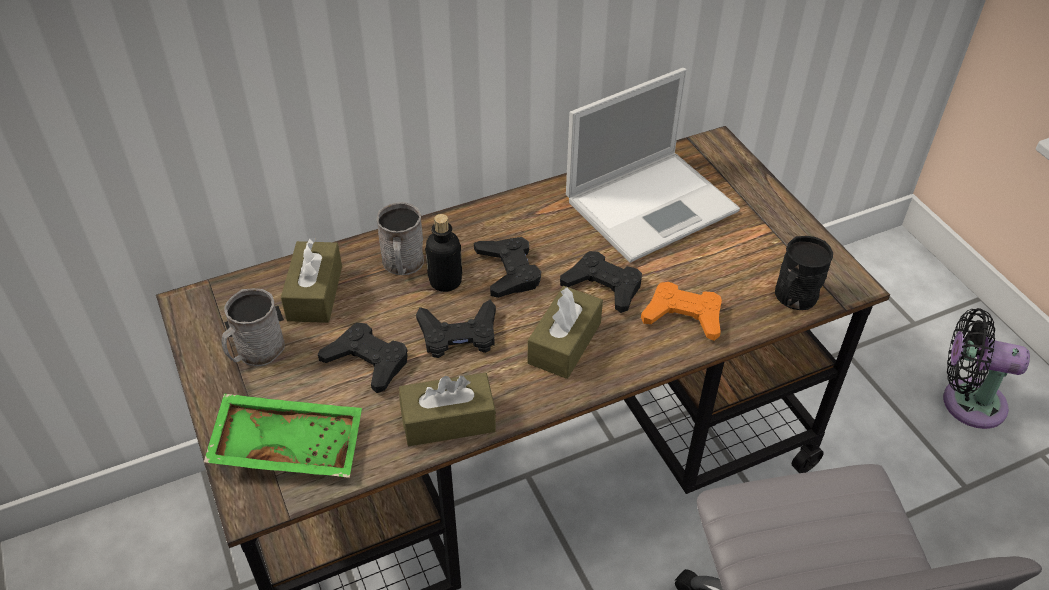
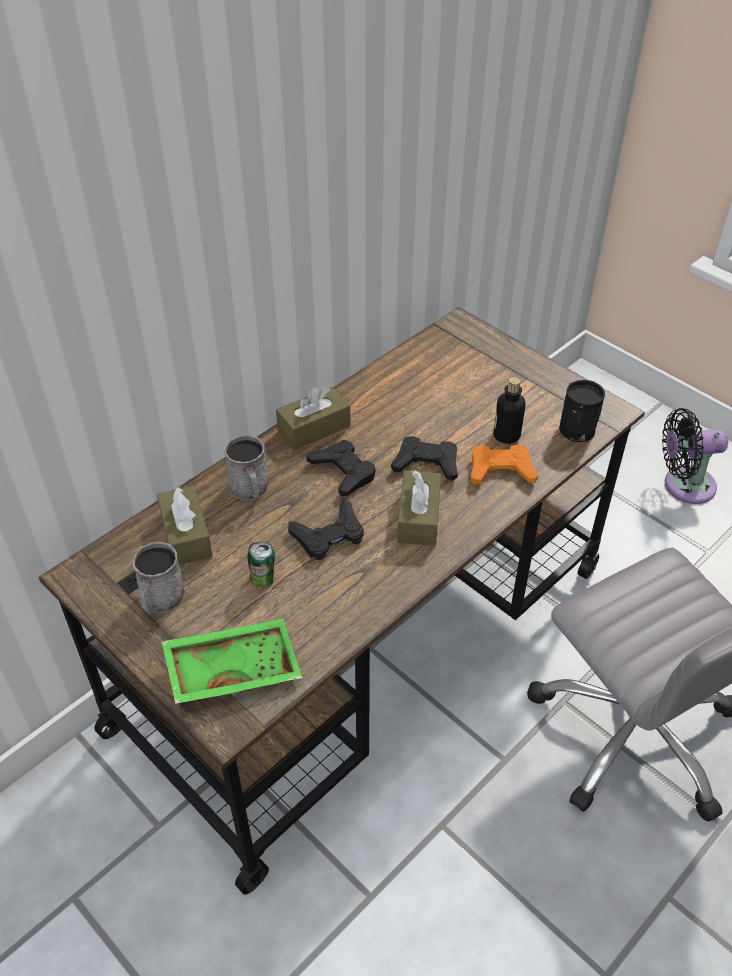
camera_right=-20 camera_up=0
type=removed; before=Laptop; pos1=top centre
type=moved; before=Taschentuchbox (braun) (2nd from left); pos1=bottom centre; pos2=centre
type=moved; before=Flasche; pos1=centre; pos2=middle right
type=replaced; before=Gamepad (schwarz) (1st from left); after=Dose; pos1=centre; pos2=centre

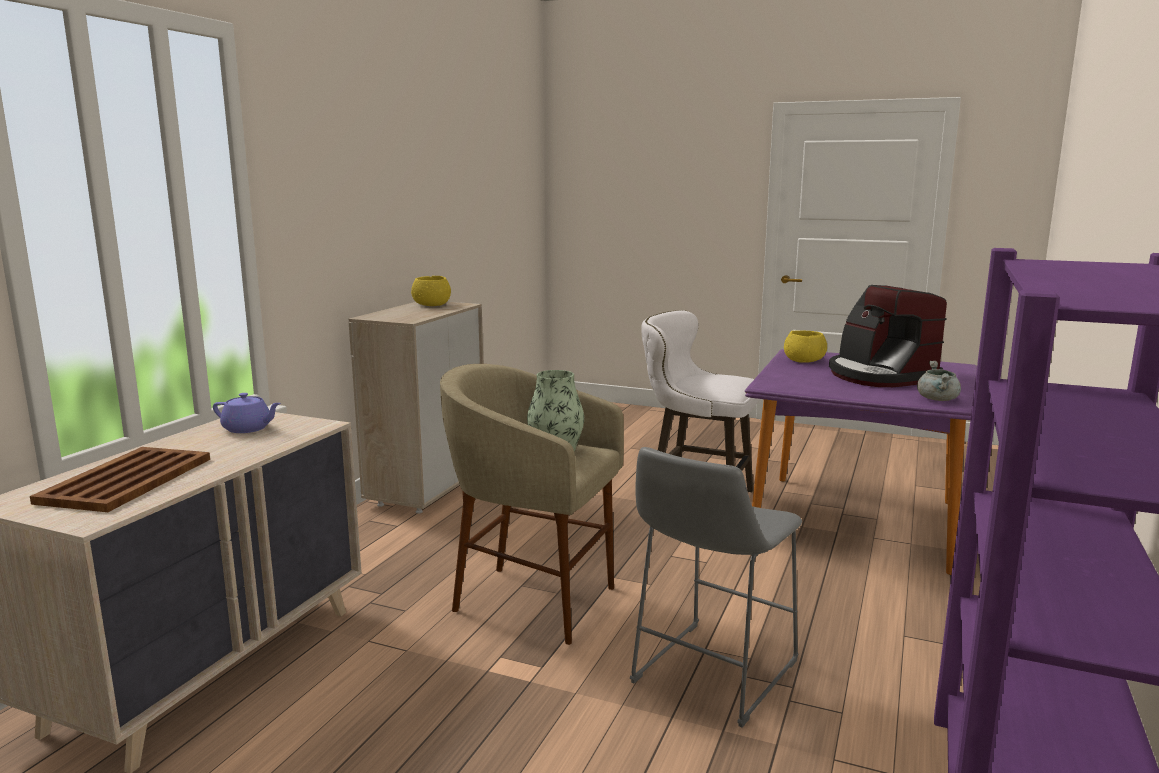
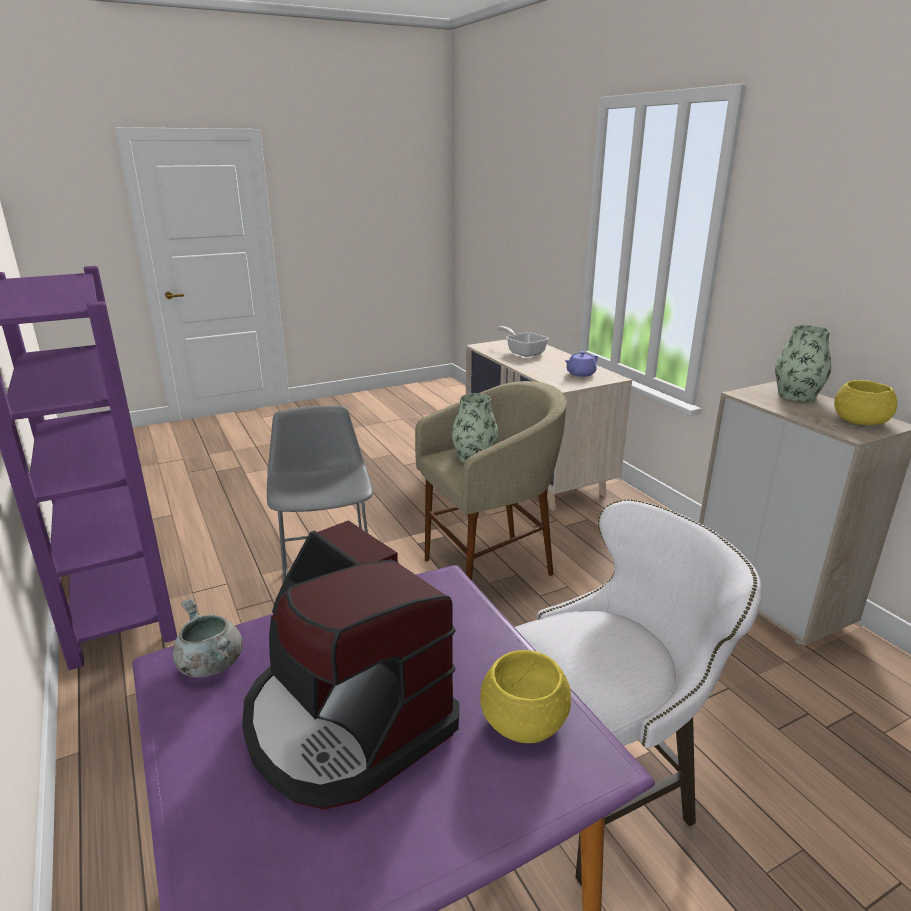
camera_right=130 camera_up=10
type=added; after=Vase (2nd from left); pos2=middle right
type=replaced; before=Tablett (braun); after=Pfanne; pos1=middle left; pos2=centre
type=turned; before=Kaffeemaschine; pos1=middle right; pos2=bottom centre; turn=-150

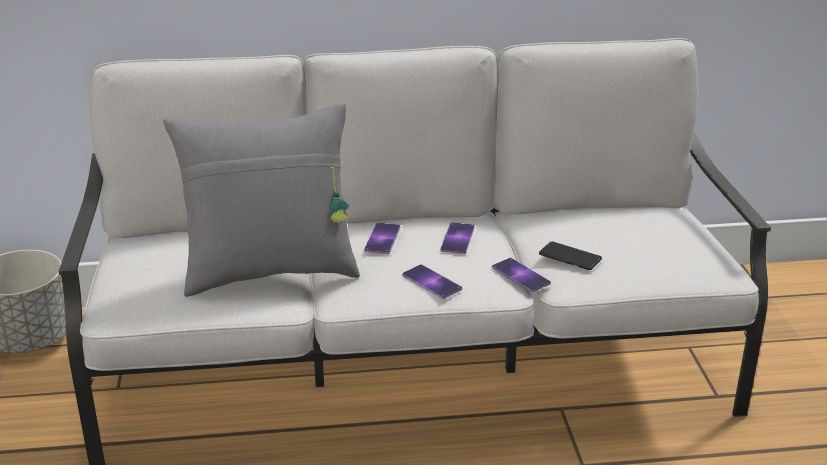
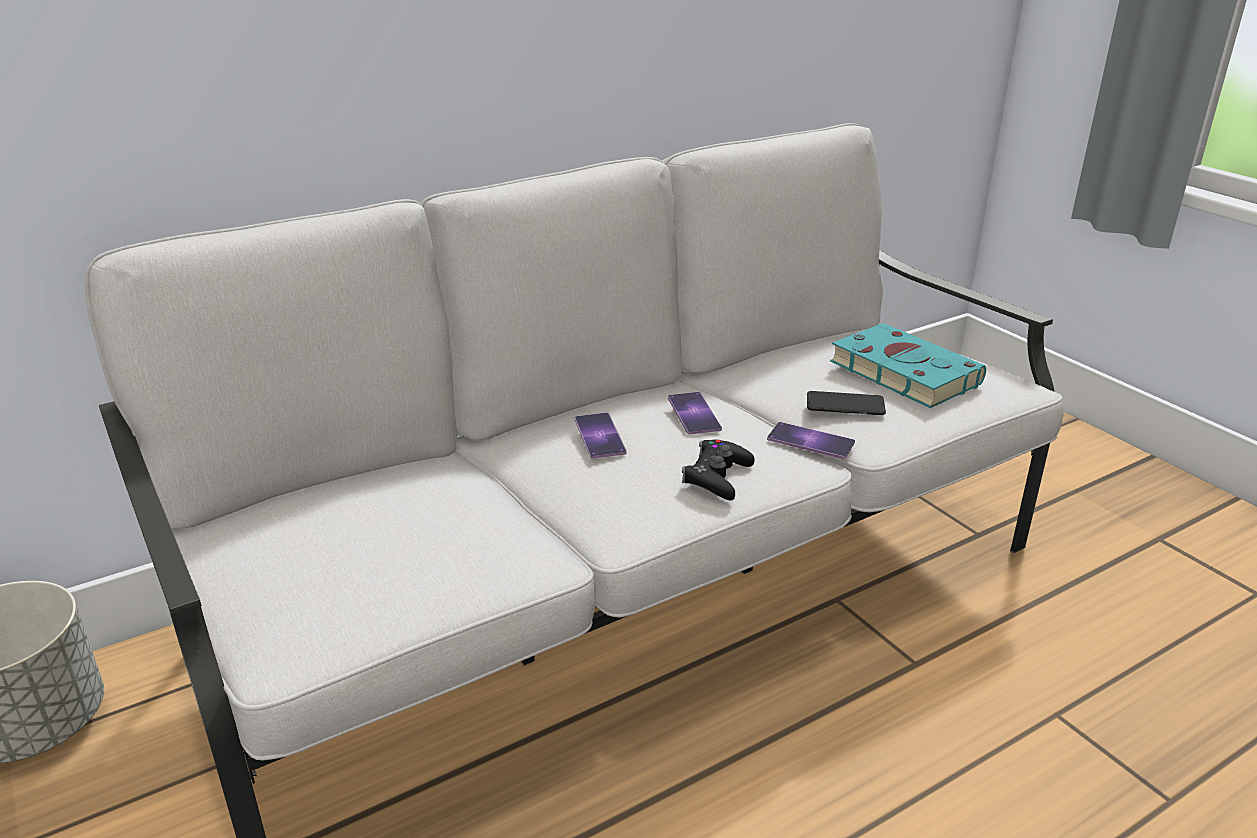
camera_right=-25 camera_up=0
type=removed; before=Kissen (grau); pos1=middle left
type=added; after=Buch (türkis); pos2=middle right
type=replaced; before=Handy (2nd from left); after=Gamepad (schwarz); pos1=centre; pos2=centre

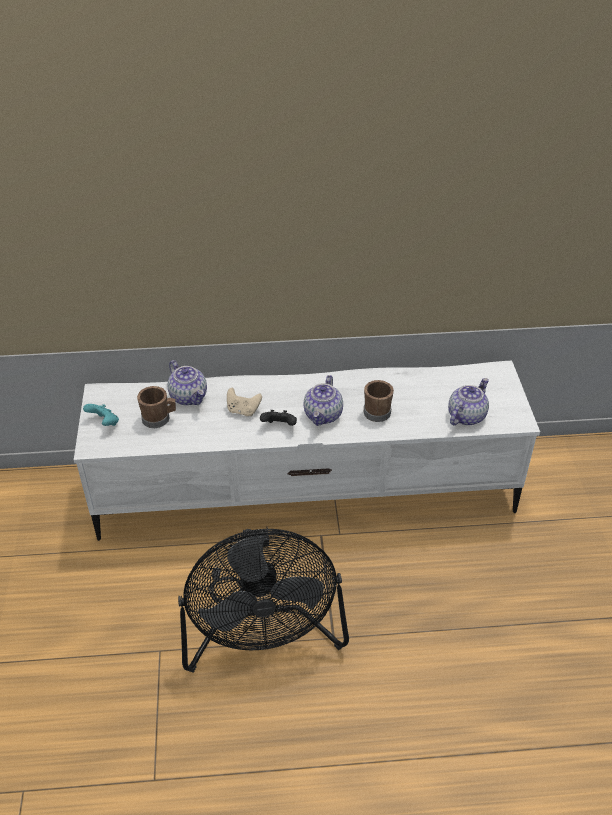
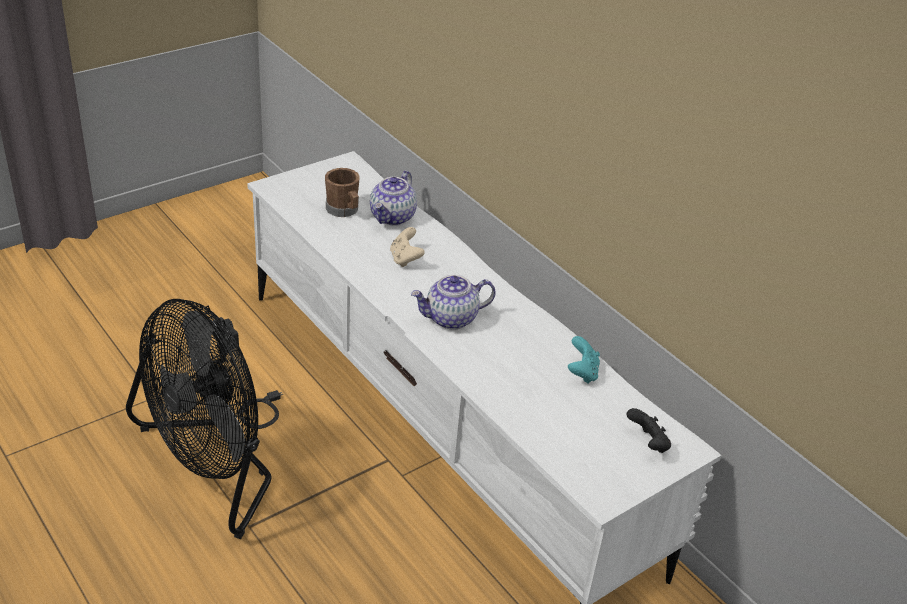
camera_right=55 camera_up=-5
type=removed; before=Henkelbecher (braun) (2nd from left); pos1=centre
type=removed; before=Teekanne (3rd from left); pos1=middle right
type=moved; before=Gamepad (türkis); pos1=middle left; pos2=centre
type=moved; before=Gamepad (schwarz); pos1=centre; pos2=bottom right

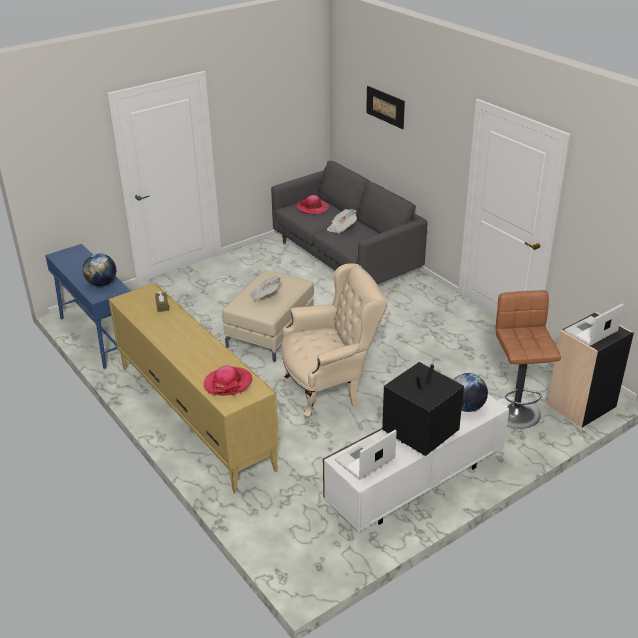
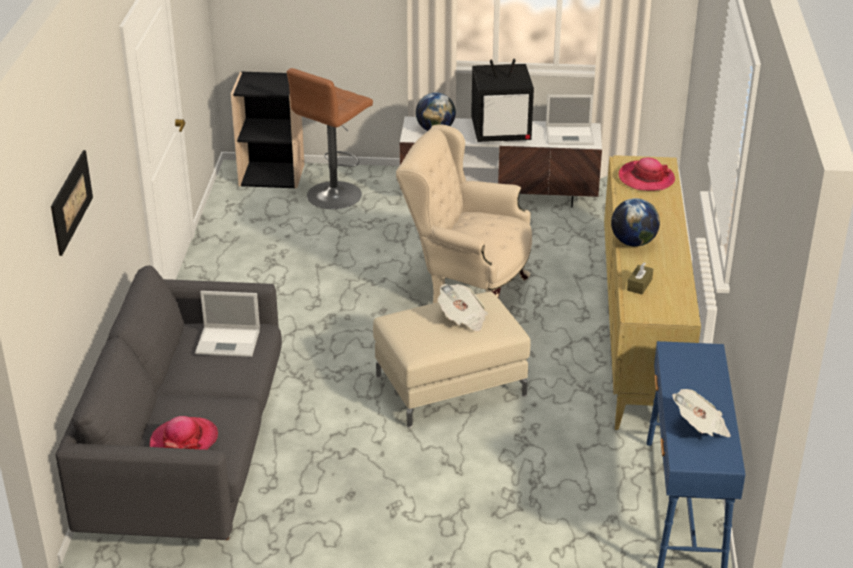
camera_right=-140 camera_up=0
type=moved; before=Globus (1st from left in the first image); after=Globus (2nd from left); pos1=middle left; pos2=middle right
type=moved; before=Zeitung (2nd from left); pos1=centre; pos2=bottom right
type=moved; before=Laptop (2nd from left in the first image); after=Laptop (1st from left); pos1=middle right; pos2=middle left

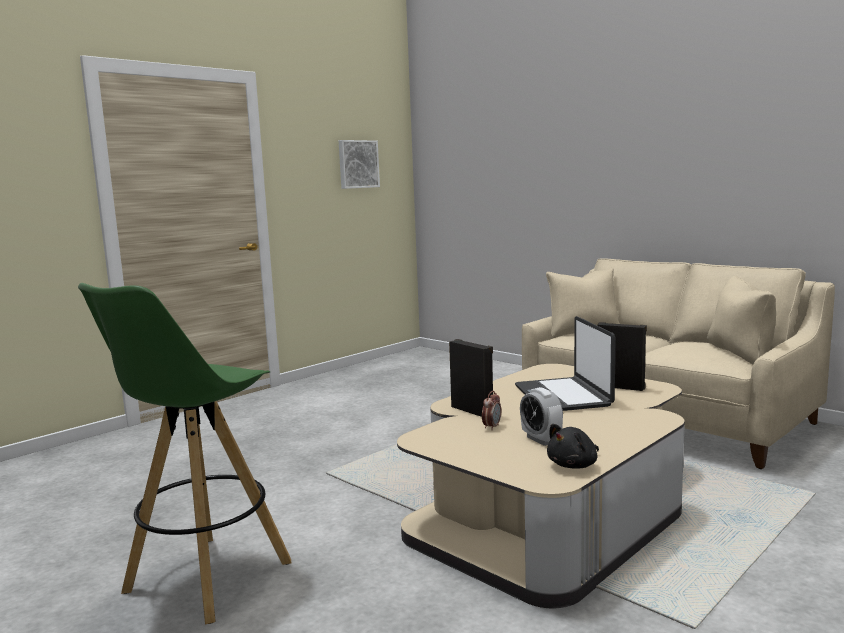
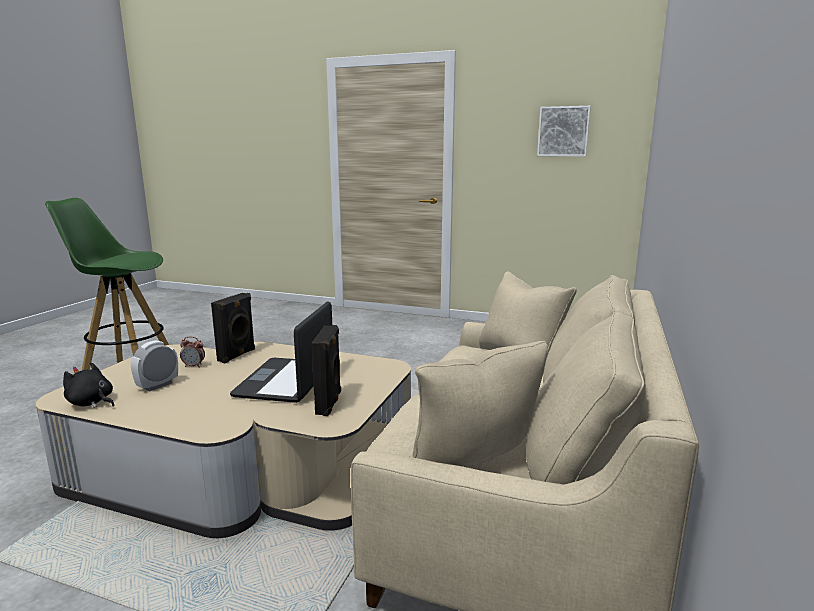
camera_right=65 camera_up=5
type=turned; before=Laptop; pos1=middle right; pos2=centre; turn=-45

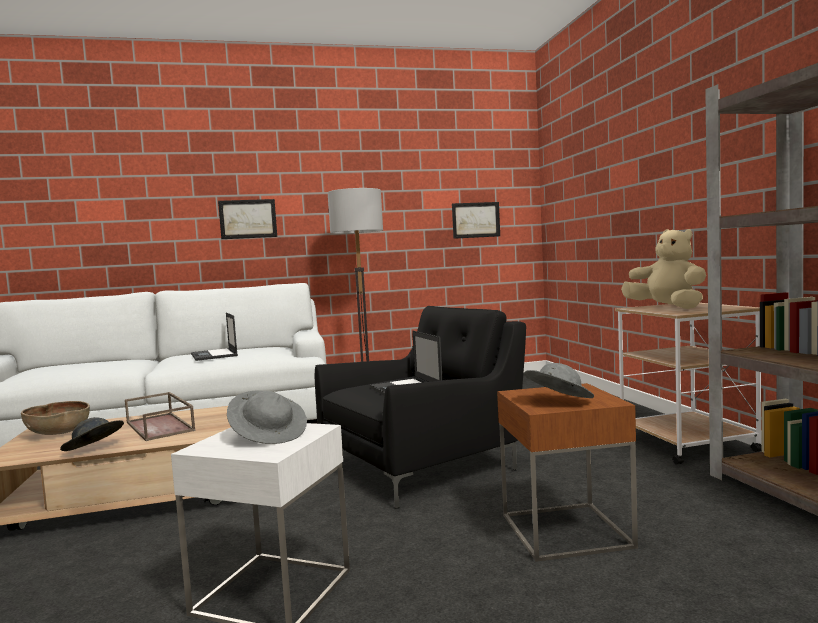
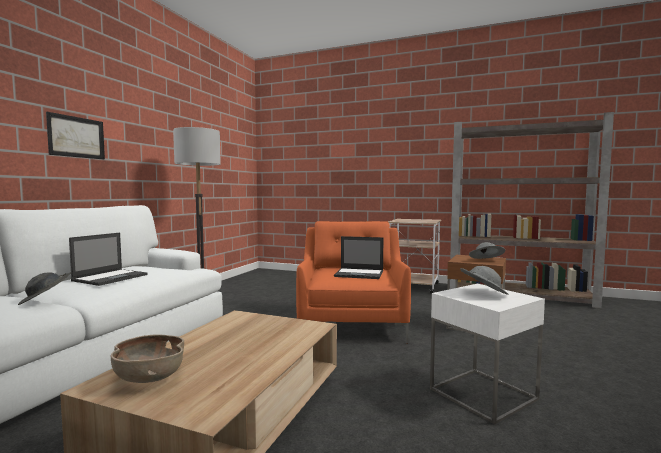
camera_right=-55 camera_up=0
type=removed; before=Tablett (braun); pos1=bottom left
type=removed; before=Bild (2nd from left); pos1=centre
type=removed; before=Plüschtier (beige); pos1=middle right
type=moved; before=Hut (grau) (1st from left); pos1=bottom left; pos2=middle left
type=recoloured; before=Sessel (schwarz); after=Sessel (orange); pos1=centre; pos2=centre
type=turned; before=Laptop (1st from left); pos1=middle left; pos2=middle left; turn=-75

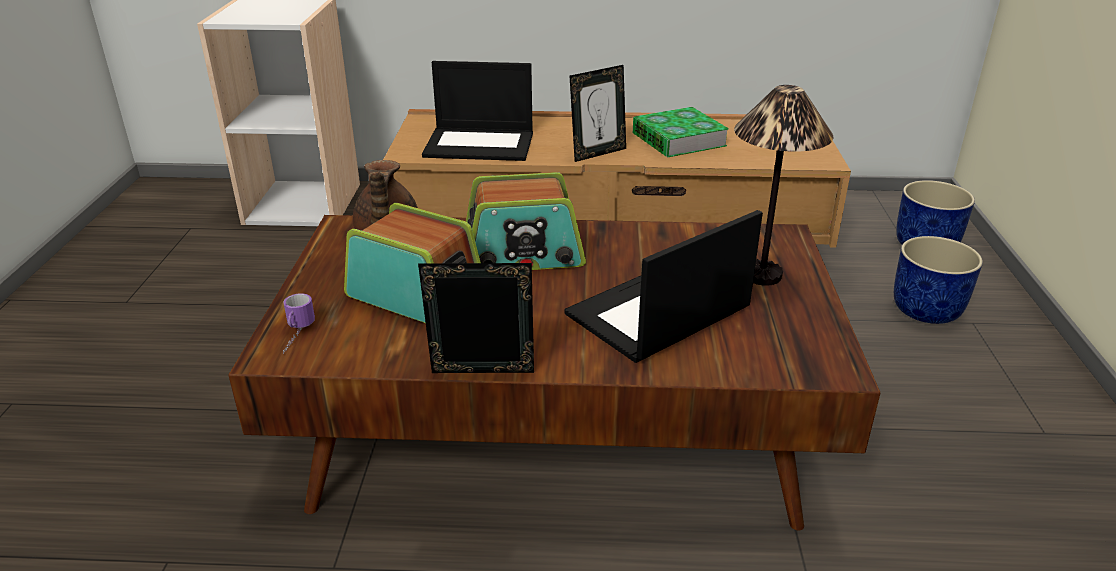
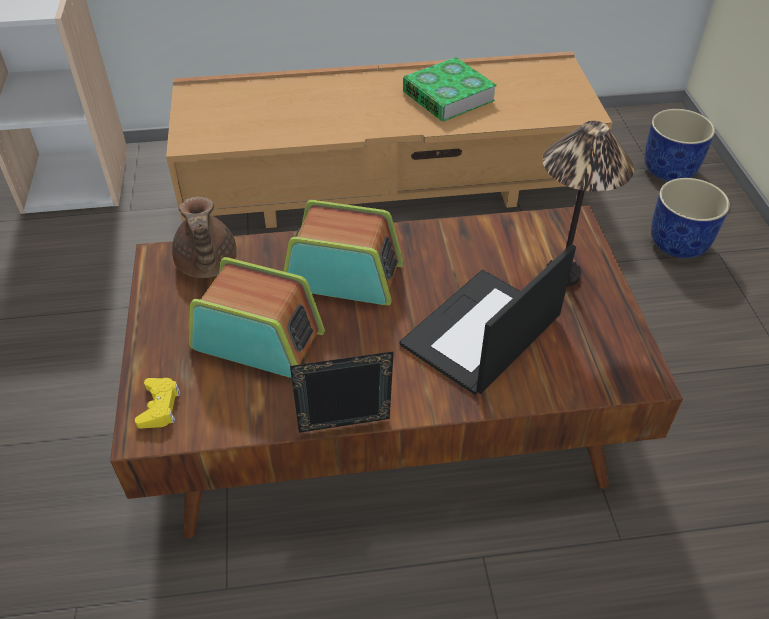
camera_right=-10 camera_up=15
type=removed; before=Laptop (1st from left); pos1=top centre
type=removed; before=Bilderrahmen (2nd from left); pos1=top centre
type=replaced; before=Henkelbecher; after=Gamepad (gelb); pos1=middle left; pos2=middle left
type=turned; before=Radio (2nd from left); pos1=centre; pos2=centre; turn=-150

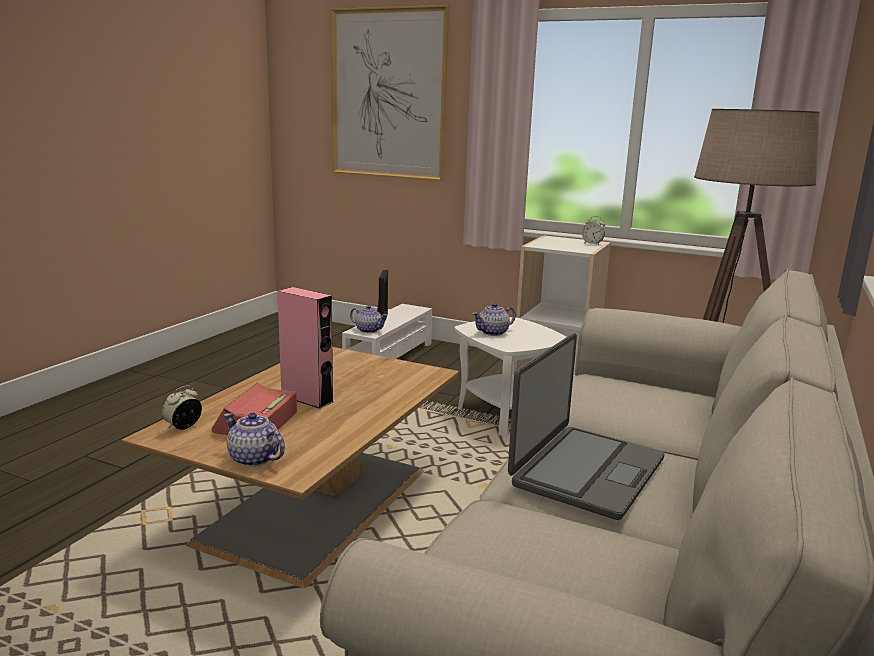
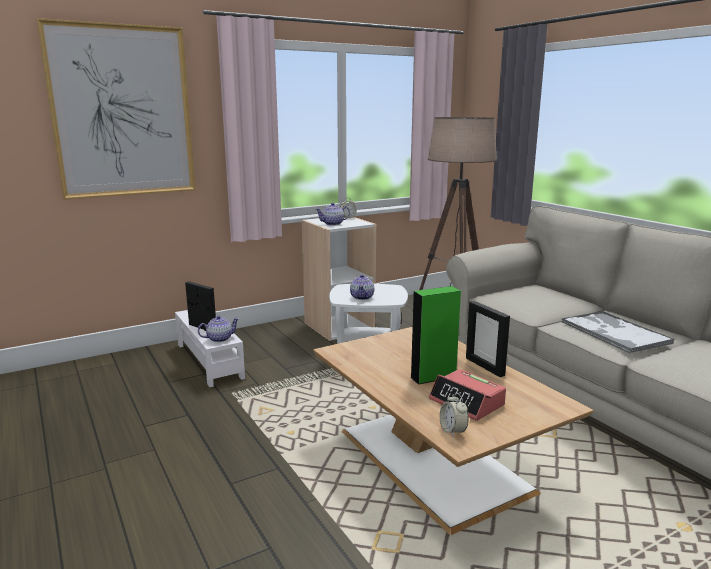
camera_right=-55 camera_up=0
type=added; after=Bilderrahmen (2nd from left); pos2=middle right
type=moved; before=Teekanne (1st from left in the first image); after=Teekanne (2nd from left); pos1=bottom left; pos2=centre
type=replaced; before=Laptop; after=Tablett; pos1=middle right; pos2=middle right
type=recoloured; before=Lautsprecher (rosa); after=Lautsprecher (grün); pos1=centre; pos2=centre

